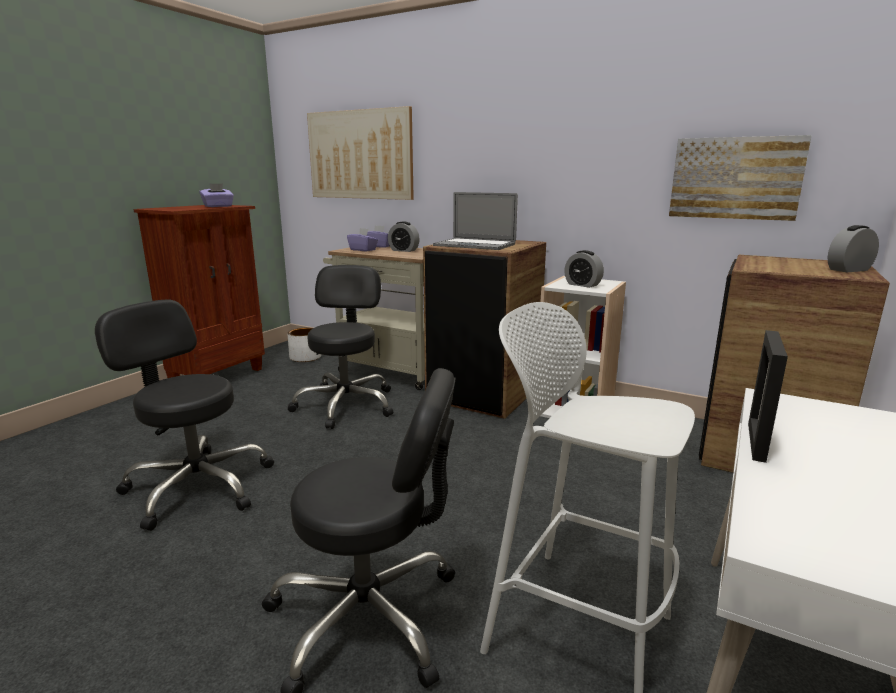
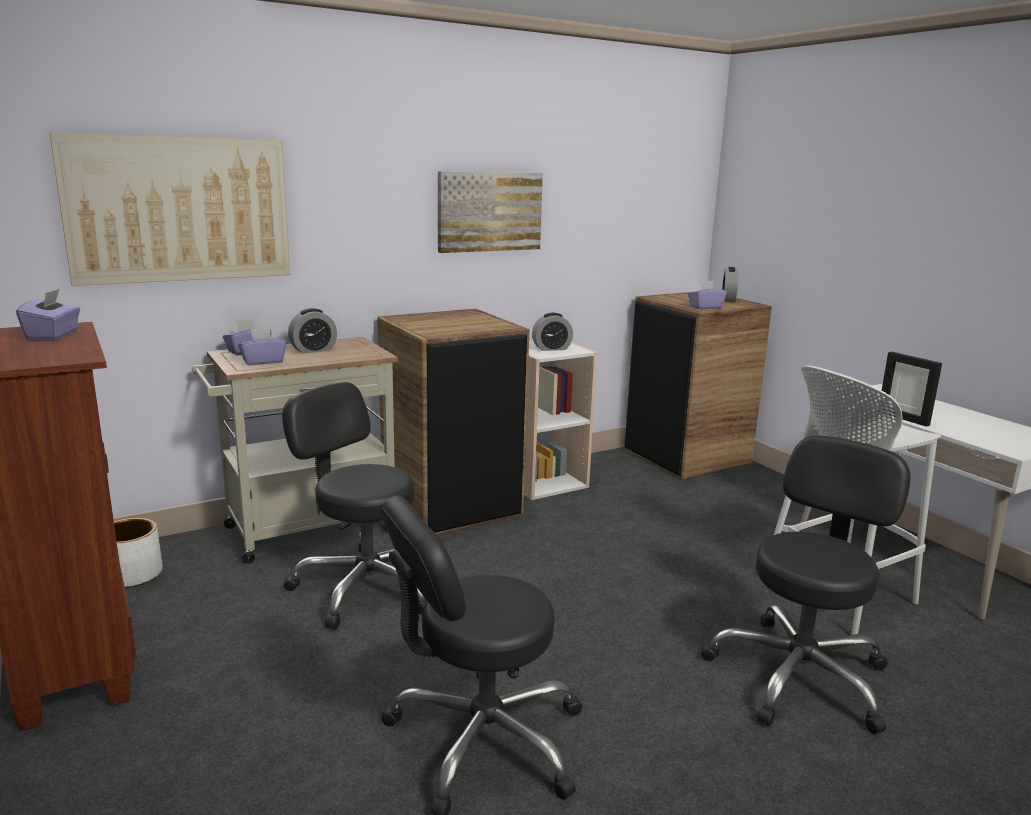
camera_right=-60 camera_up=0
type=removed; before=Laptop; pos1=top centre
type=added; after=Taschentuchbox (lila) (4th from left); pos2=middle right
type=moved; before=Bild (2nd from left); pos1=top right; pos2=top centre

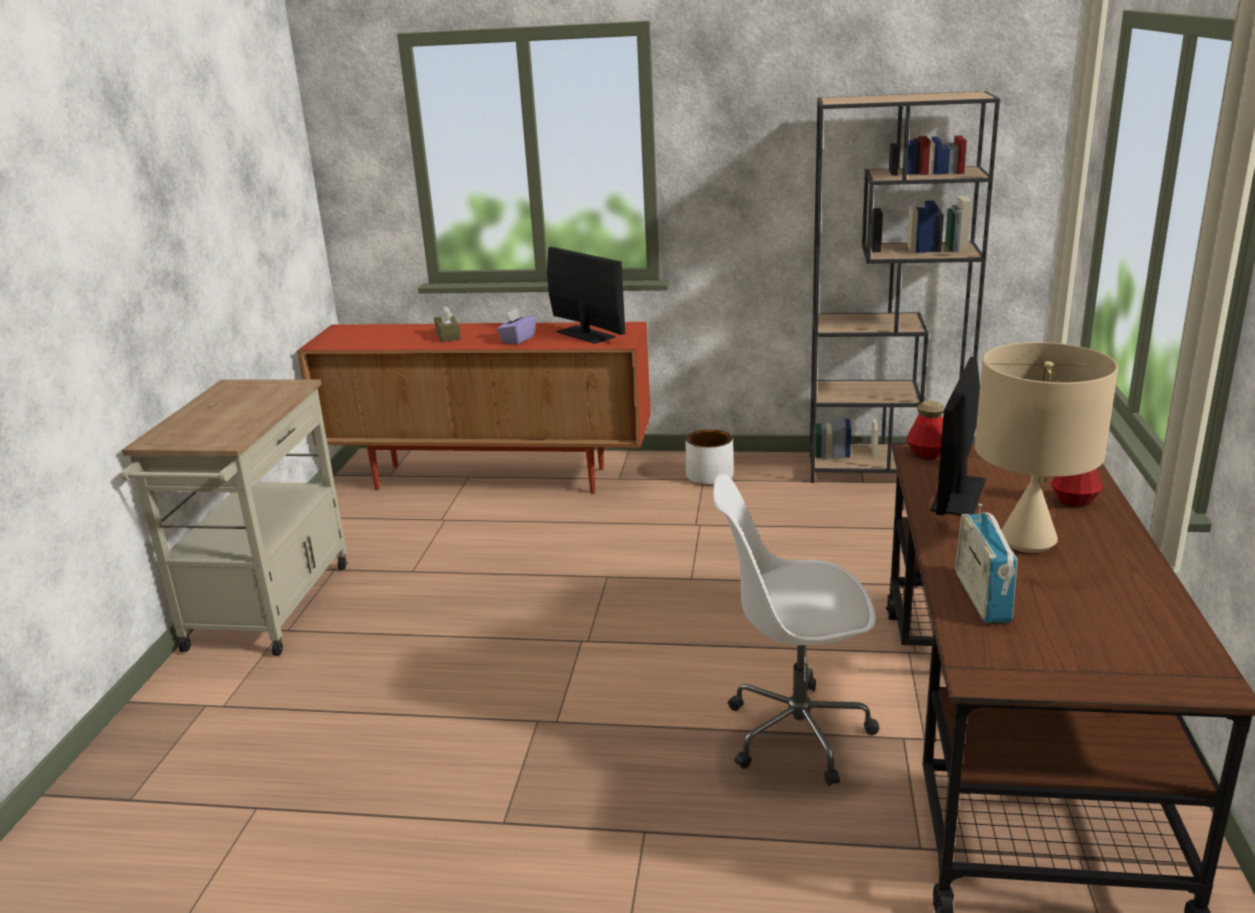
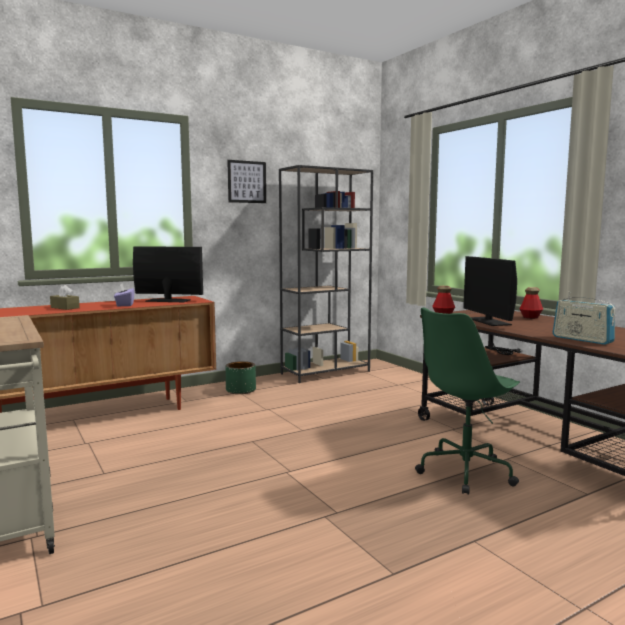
camera_right=-40 camera_up=-15
type=removed; before=Tischlampe (beige); pos1=middle right
type=added; after=Bild; pos2=top centre
type=recoloured; before=Pflanzkübel (weiß); after=Pflanzkübel (grün); pos1=centre; pos2=centre
type=recoloured; before=Bürostuhl (weiß); after=Bürostuhl (grün); pos1=bottom centre; pos2=middle right

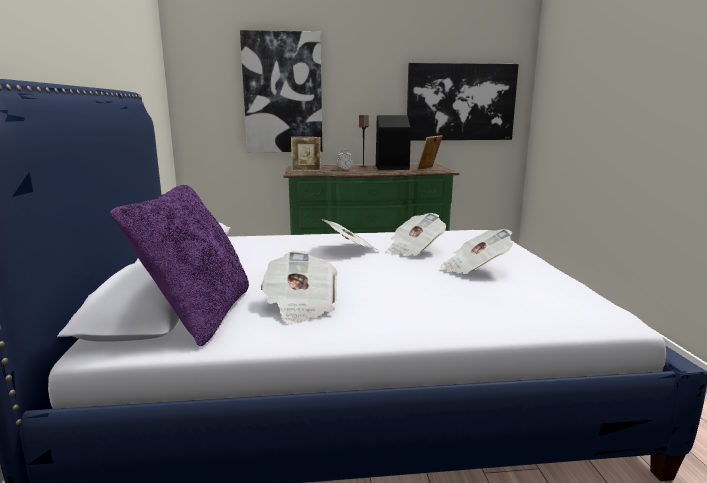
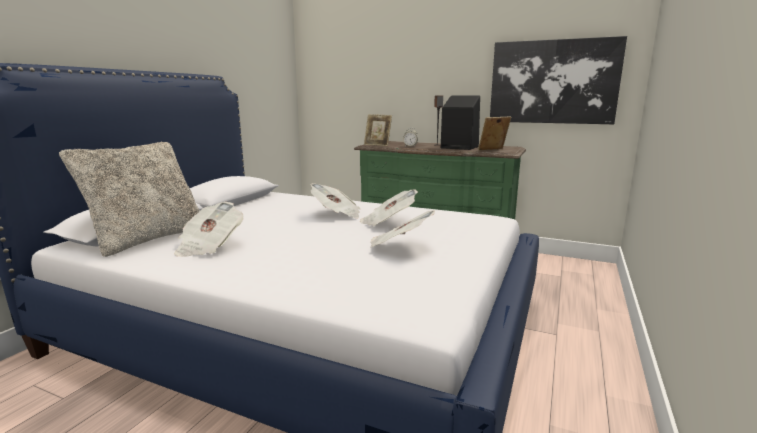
camera_right=30 camera_up=0
type=removed; before=Bild (1st from left); pos1=top centre
type=recoloured; before=Kissen (lila); after=Kissen (beige); pos1=middle left; pos2=middle left

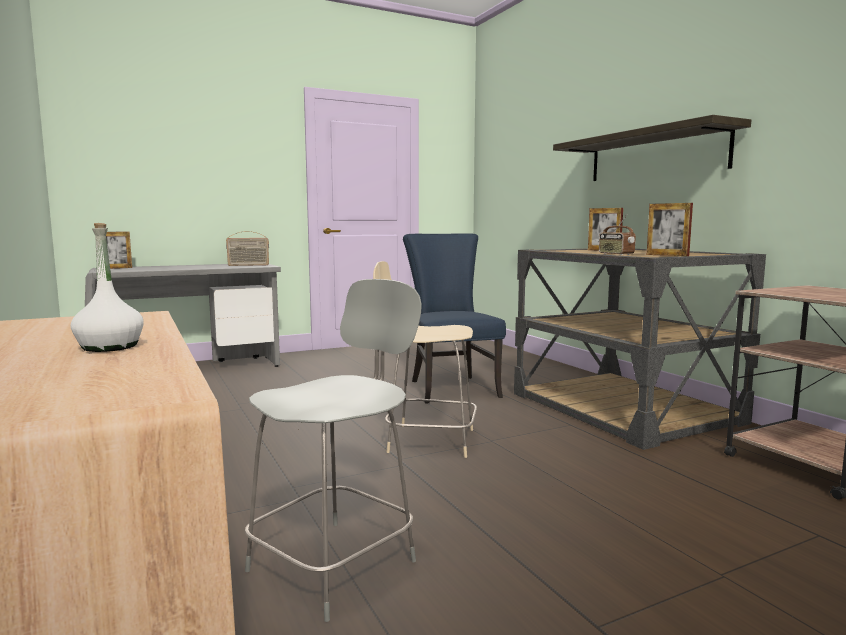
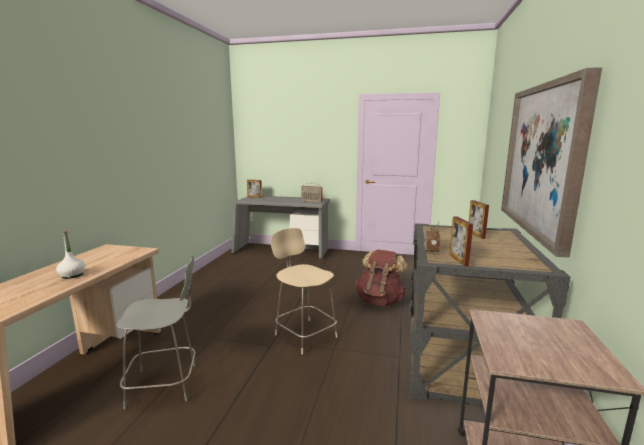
camera_right=40 camera_up=5
type=replaced; before=Stuhl (blau); after=Rucksack (braun); pos1=centre; pos2=centre
type=replaced; before=Wandregal; after=Bild; pos1=top right; pos2=middle right

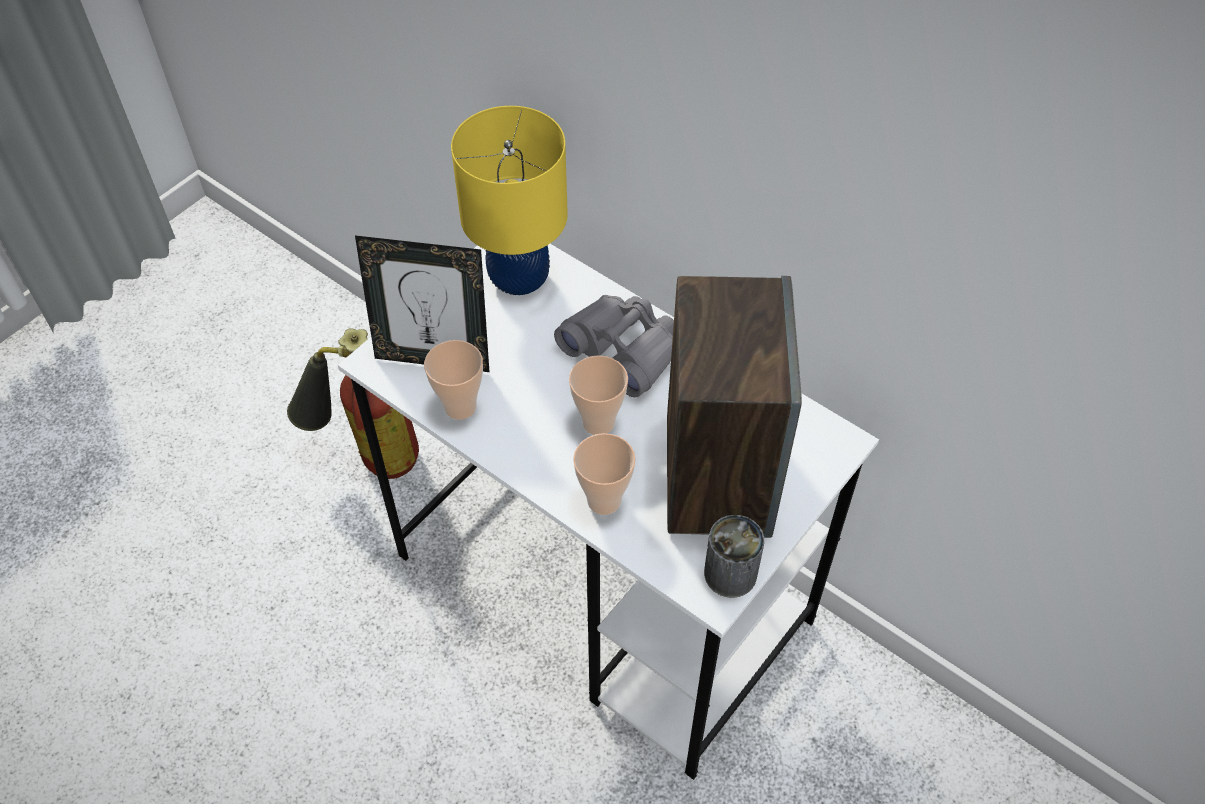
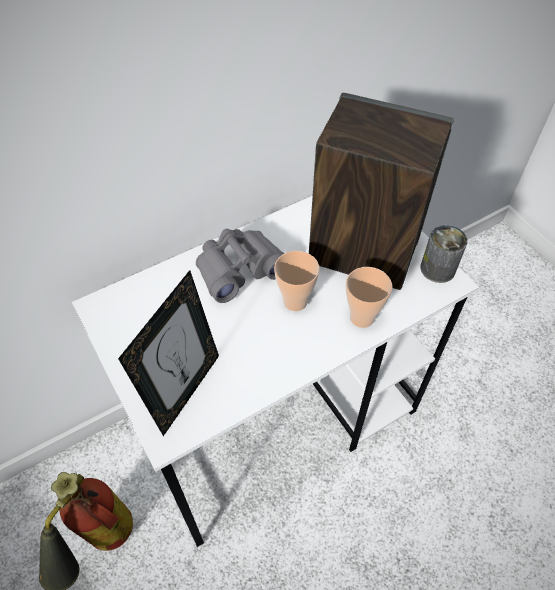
camera_right=-70 camera_up=0
type=removed; before=Tasse (1st from left); pos1=centre
type=removed; before=Tischlampe (gelb); pos1=top centre

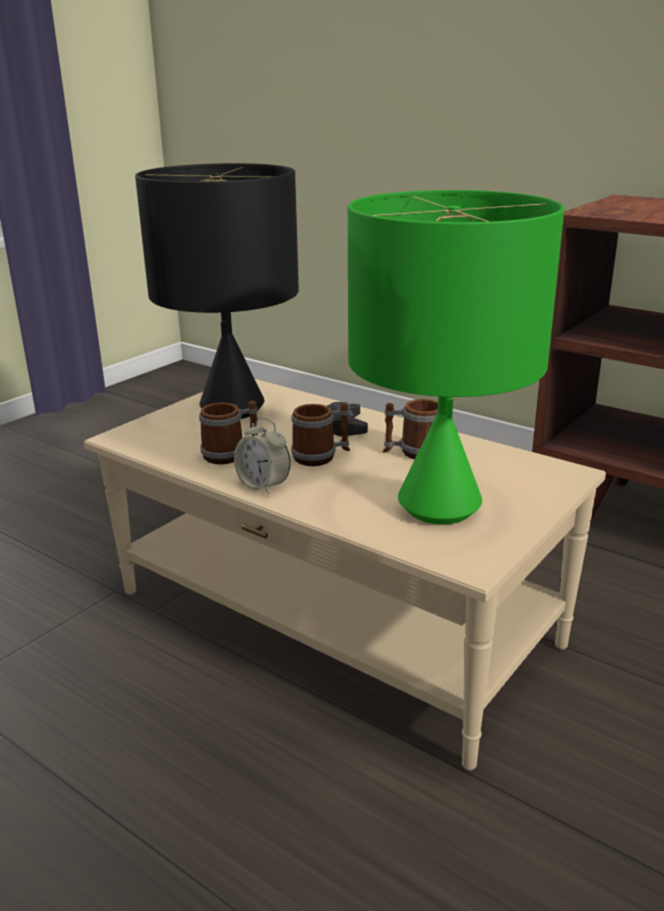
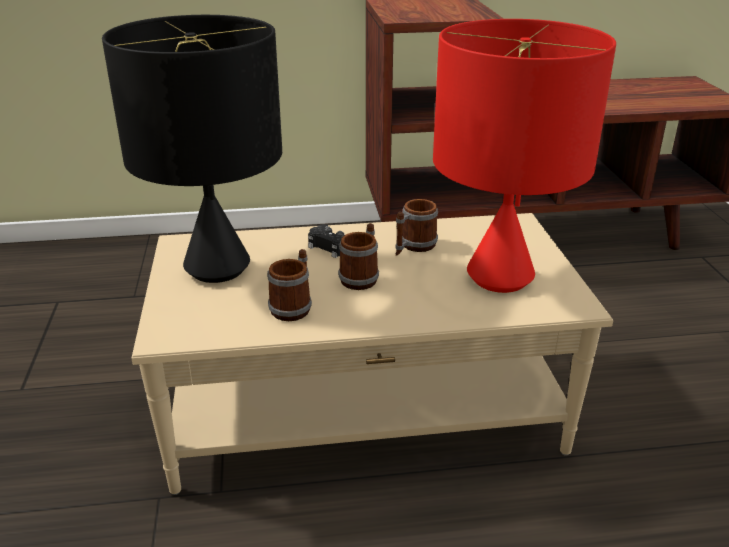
camera_right=-45 camera_up=5
type=removed; before=Wecker; pos1=centre
type=recoloured; before=Tischlampe (grün); after=Tischlampe (rot); pos1=middle right; pos2=top right

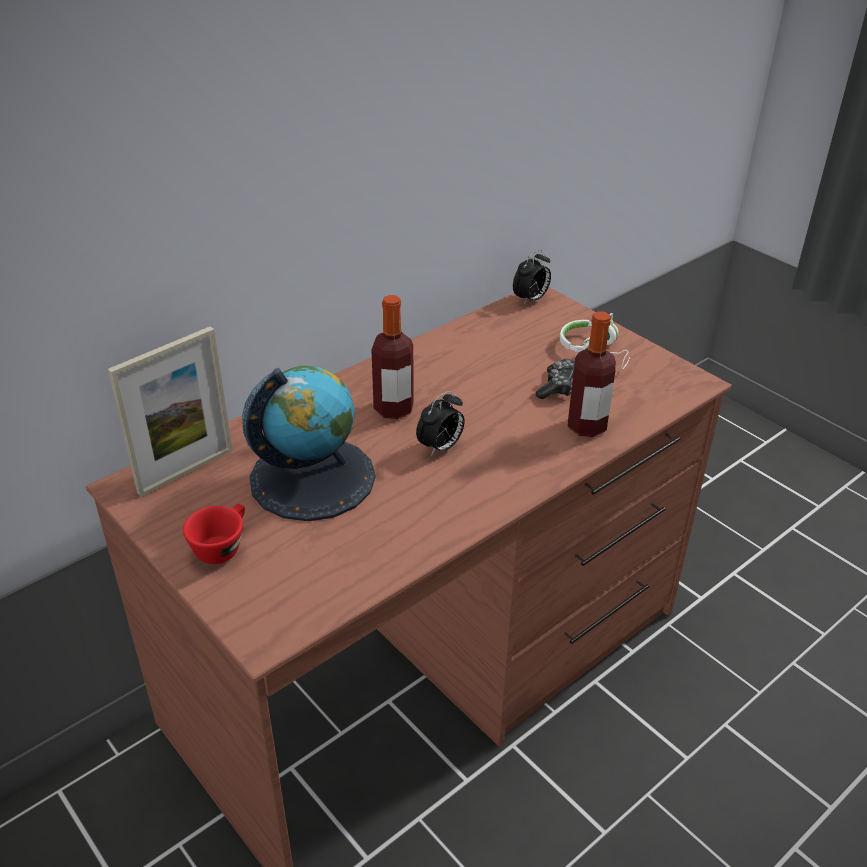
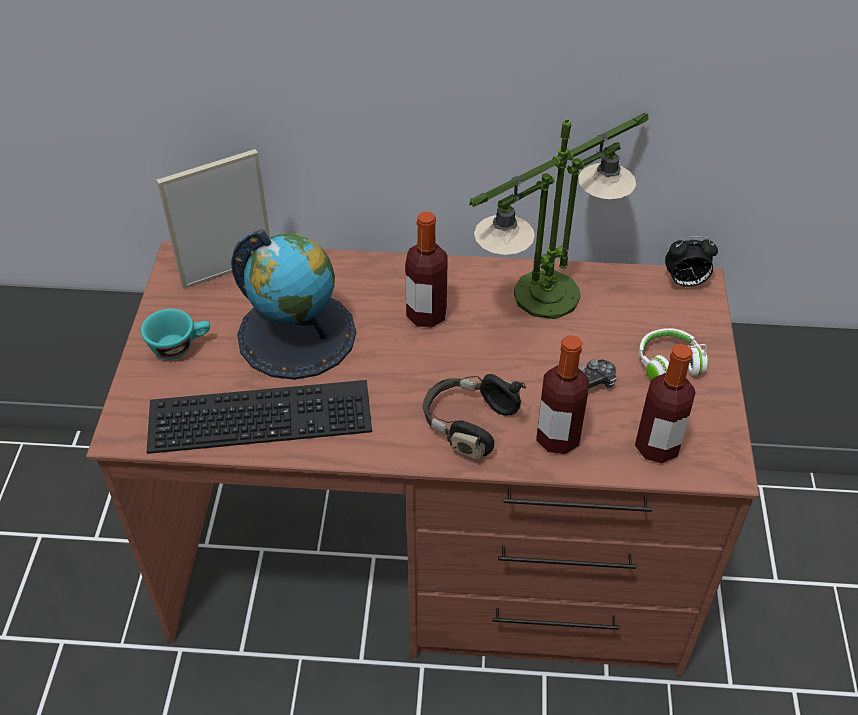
camera_right=45 camera_up=10
type=removed; before=Wecker (1st from left); pos1=centre
type=added; after=Tastatur; pos2=middle left
type=added; after=Kopfhörer (schwarz); pos2=centre
type=added; after=Tischlampe; pos2=top centre
type=added; after=Flasche (3rd from left); pos2=middle right
type=recoloured; before=Tasse (rot); after=Tasse (türkis); pos1=middle left; pos2=middle left
type=turned; before=Bilderrahmen; pos1=middle left; pos2=top left; turn=150

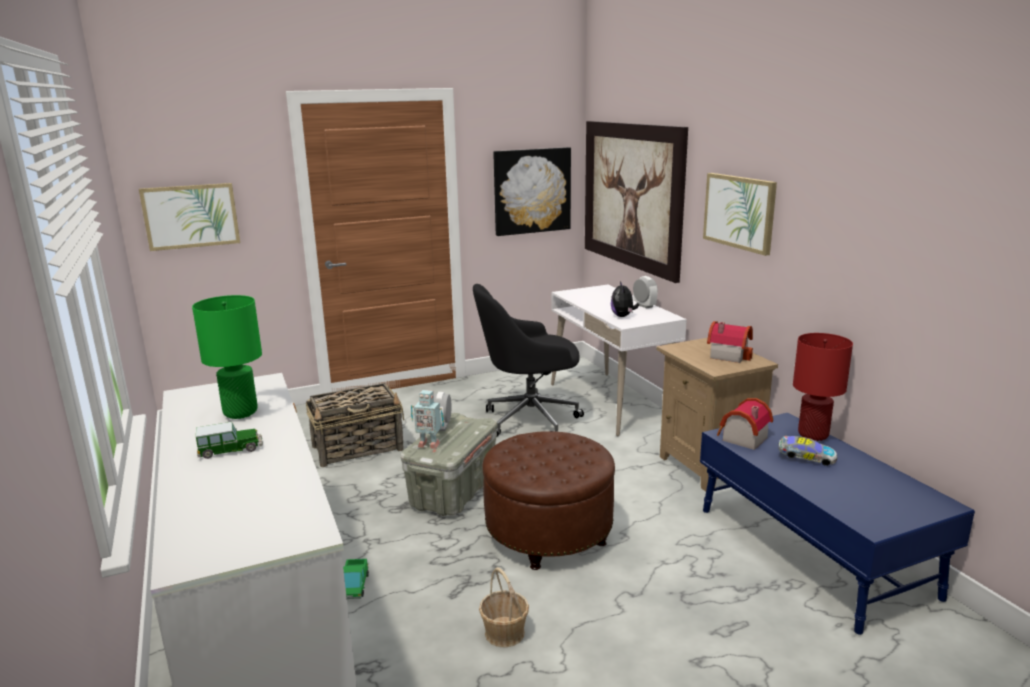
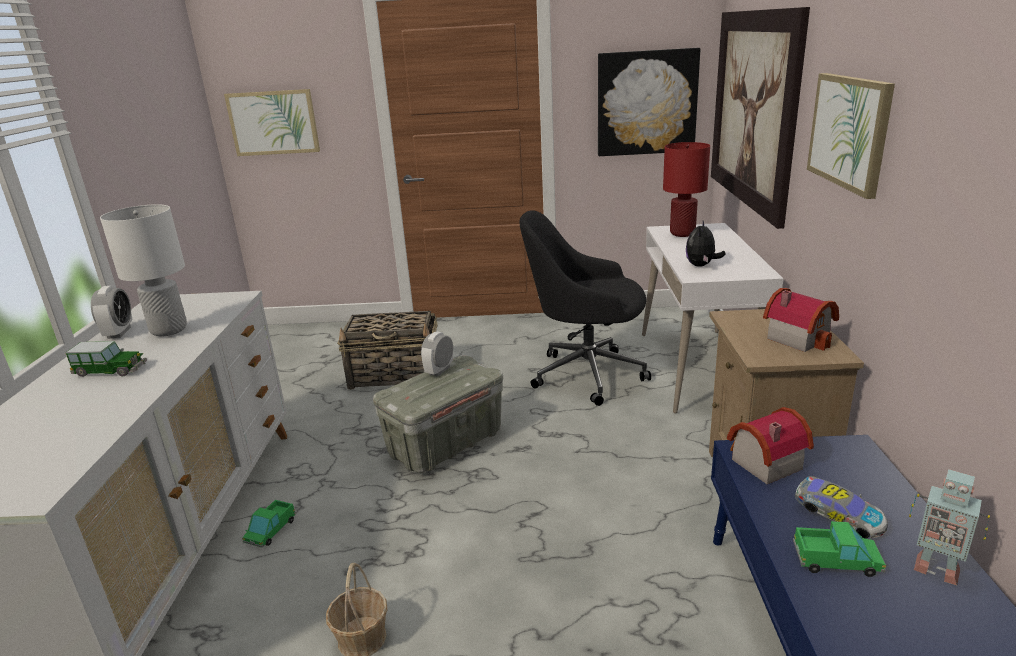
camera_right=25 camera_up=5
type=removed; before=Polsterhocker (braun); pos1=bottom centre
type=added; after=Spielzeuglaster (2nd from left); pos2=bottom right
type=moved; before=Spielzeugroboter; pos1=centre; pos2=bottom right
type=moved; before=Wecker (2nd from left in the first image); after=Wecker (1st from left); pos1=centre; pos2=middle left
type=moved; before=Tischlampe (rot); pos1=middle right; pos2=top right
type=recoloured; before=Tischlampe (grün); after=Tischlampe (weiß); pos1=middle left; pos2=middle left

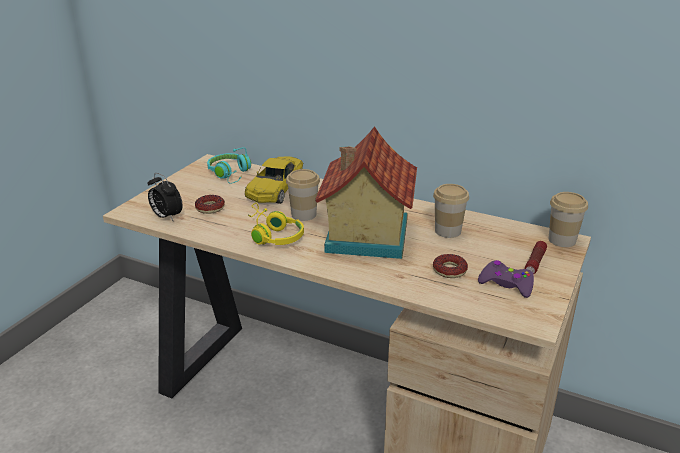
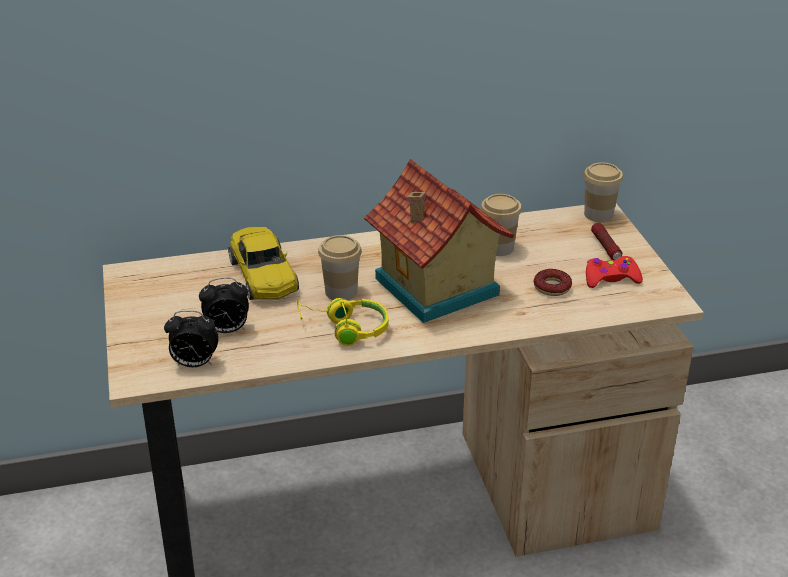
camera_right=-40 camera_up=5
type=removed; before=Kopfhörer (türkis); pos1=centre
type=replaced; before=Donut (1st from left); after=Wecker (2nd from left); pos1=middle left; pos2=middle left
type=recoloured; before=Gamepad (lila); after=Gamepad (rot); pos1=middle right; pos2=middle right

